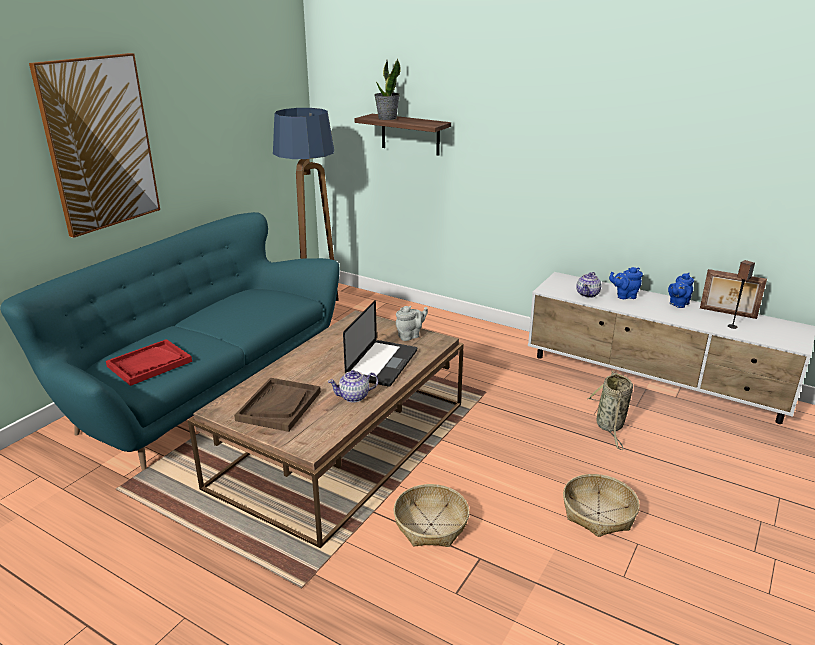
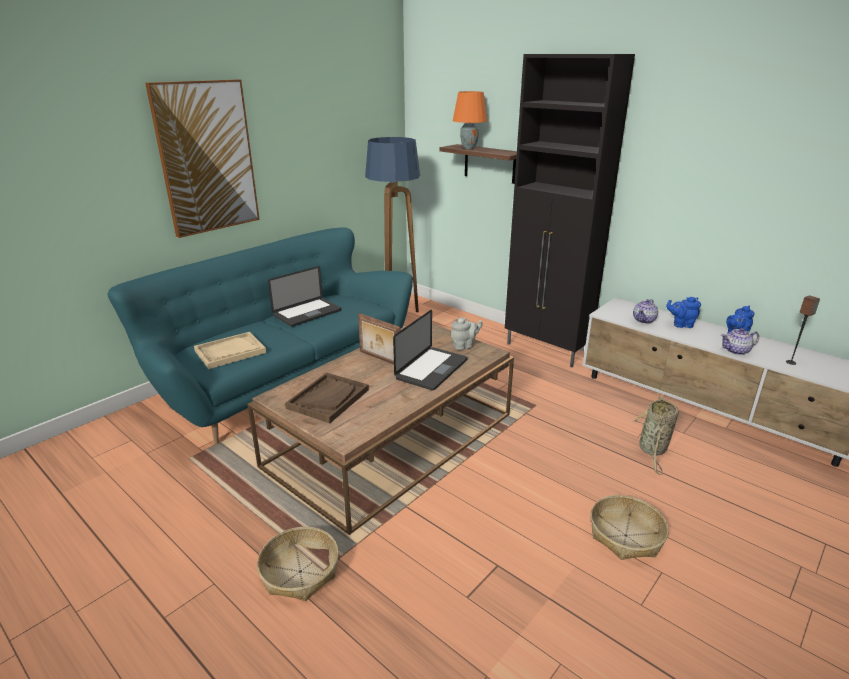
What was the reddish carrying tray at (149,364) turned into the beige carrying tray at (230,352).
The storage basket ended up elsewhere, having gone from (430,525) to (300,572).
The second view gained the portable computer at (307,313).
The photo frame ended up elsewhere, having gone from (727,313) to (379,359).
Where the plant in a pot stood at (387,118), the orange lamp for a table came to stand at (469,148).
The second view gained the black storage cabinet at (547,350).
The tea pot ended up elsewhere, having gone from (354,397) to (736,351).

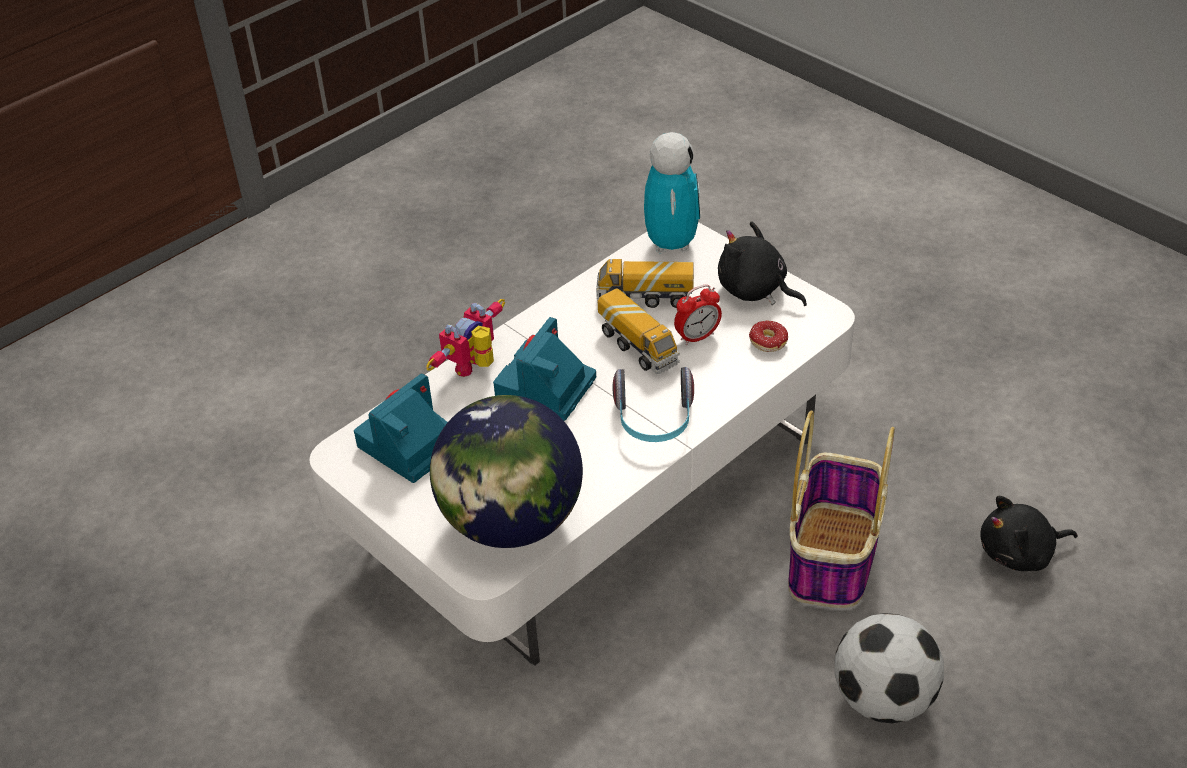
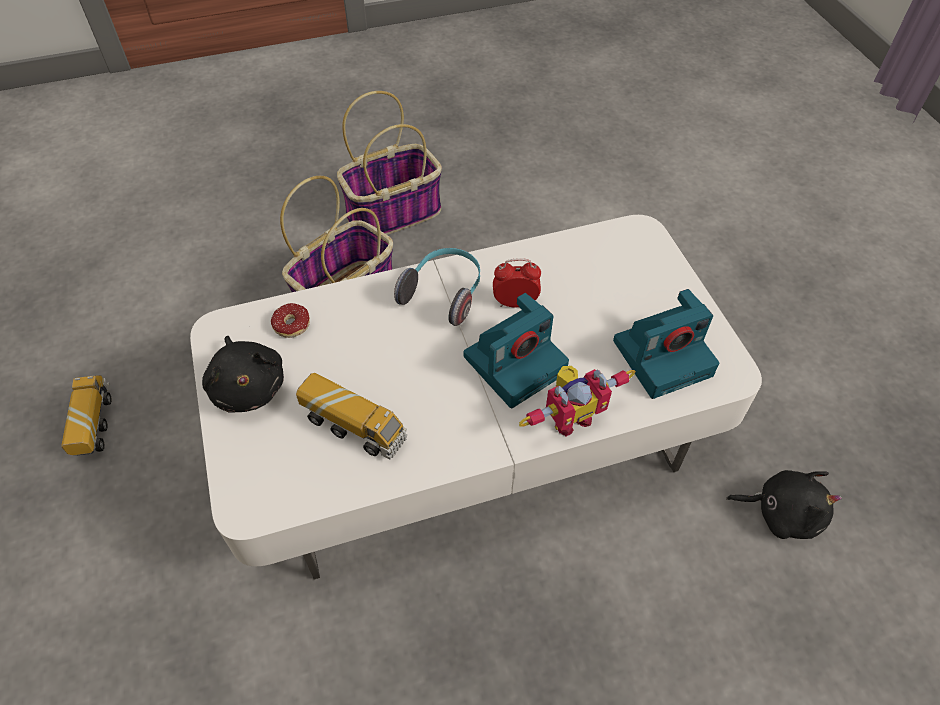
The toy truck ended up elsewhere, having gone from (638,347) to (94,424).
Where the football ball stood at (883,699), the storage basket came to stand at (394,212).
The alarm clock ended up elsewhere, having gone from (697,337) to (515,303).
The black plush toy ended up elsewhere, having gone from (1020,553) to (781,513).
The second view lost the globe at (511,522).
The second view lost the toy robot at (671,244).

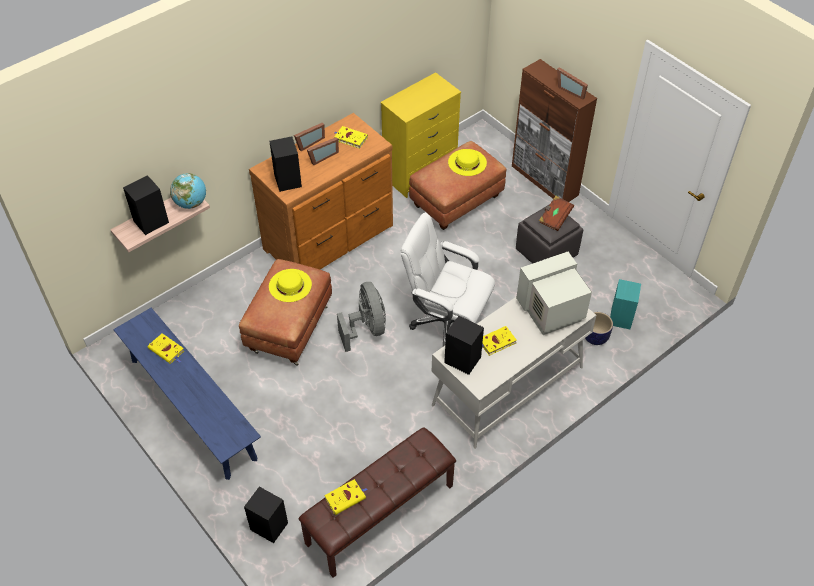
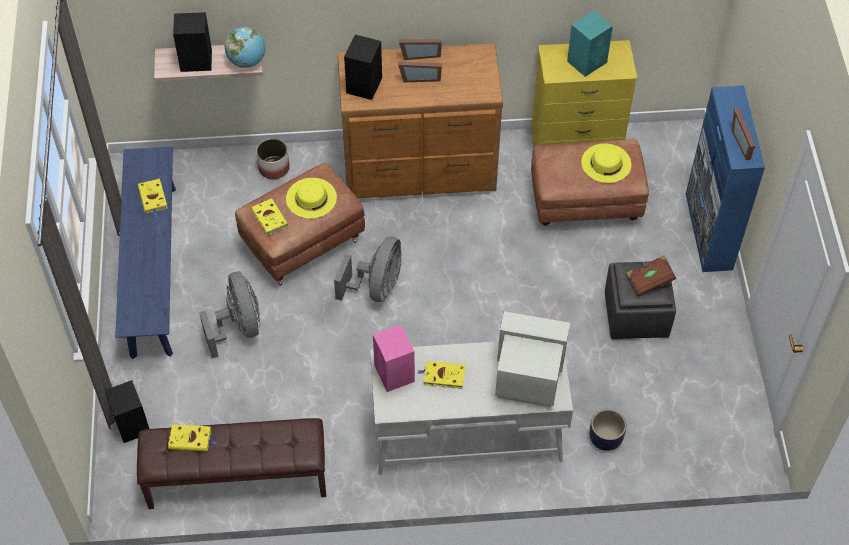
The second view gained the greyish cooling fan at (238,327).
The yellow volume ended up elsewhere, having gone from (350,138) to (269,217).
The second view gained the planter at (274,167).
What was the black speaker at (463,360) turned into the pinkish speaker at (394,374).
The turquoise speaker ended up elsewhere, having gone from (621,317) to (587,61).
What was the brown storage cabinet at (544,181) turned into the blue storage cabinet at (708,231).
The second view lost the white-coloured computer chair at (446,322).

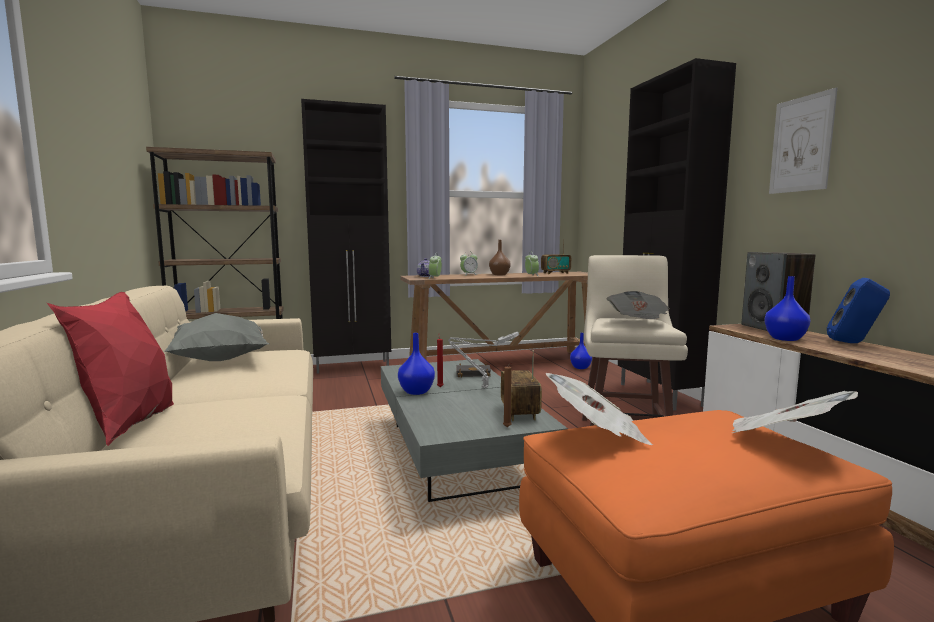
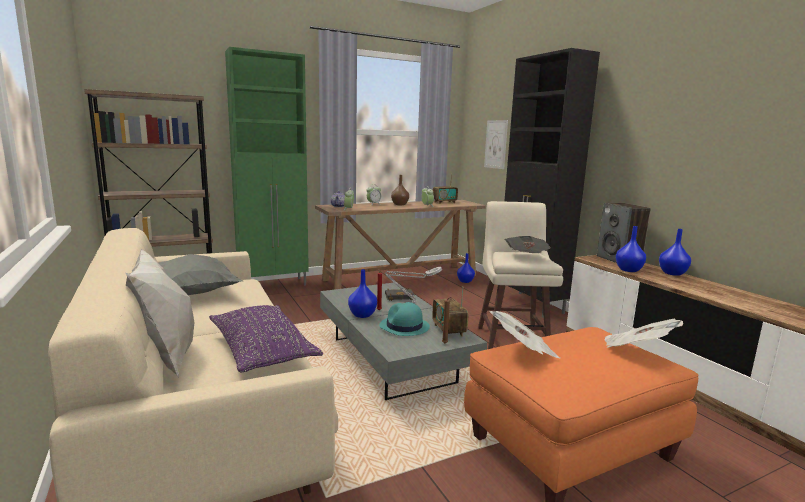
What was the reddish cushion at (128,426) turned into the white-coloured cushion at (166,359).
The second view gained the purple cushion at (262,350).
What was the black storage cabinet at (353,367) turned into the green storage cabinet at (274,285).
The second view gained the turquoise wearable hat at (404,327).
The picture ended up elsewhere, having gone from (801,144) to (495,144).
Where the blue speaker stood at (854,343), the blue decorative vase came to stand at (673,273).

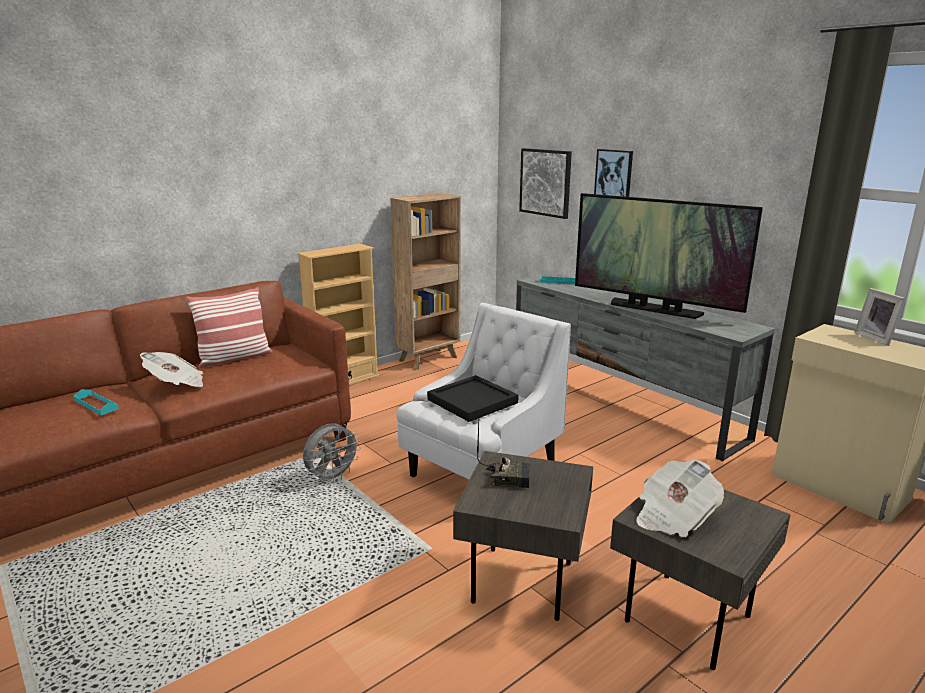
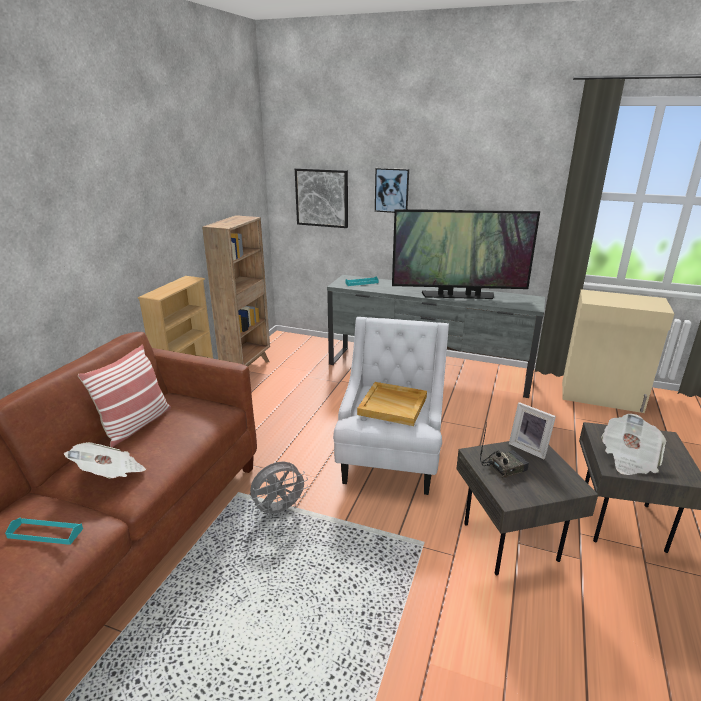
The greyish cooling fan at (332,478) ended up facing another way, 45 degrees clockwise from before.
What was the black carrying tray at (473,401) turned into the beige carrying tray at (393,405).
The photo frame ended up elsewhere, having gone from (876,338) to (529,448).

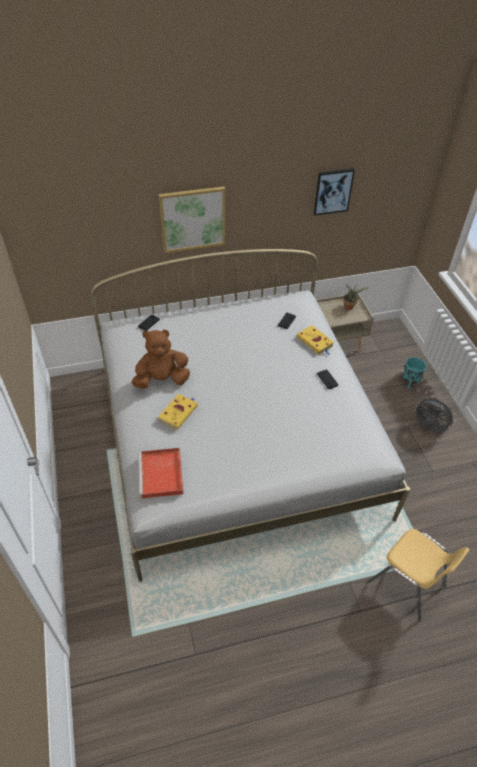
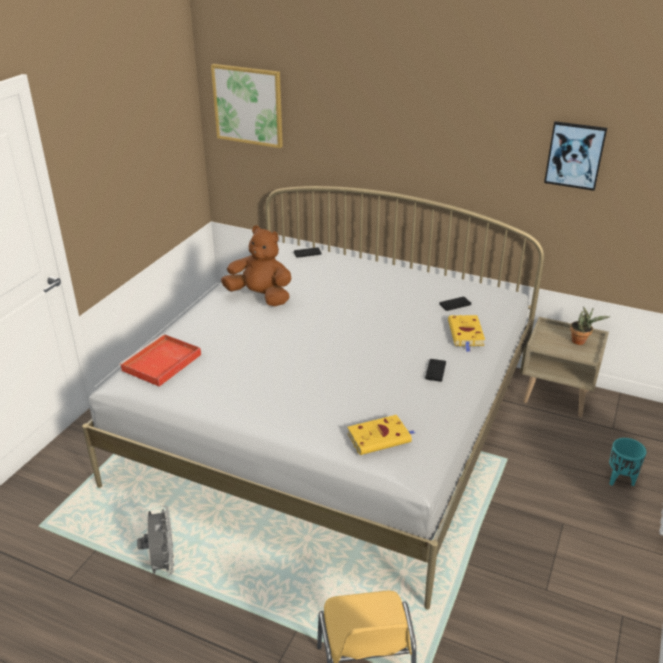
The greyish cooling fan ended up elsewhere, having gone from (428,427) to (162,564).
The picture ended up elsewhere, having gone from (193,219) to (248,105).
The yellow volume ended up elsewhere, having gone from (178,412) to (380,438).

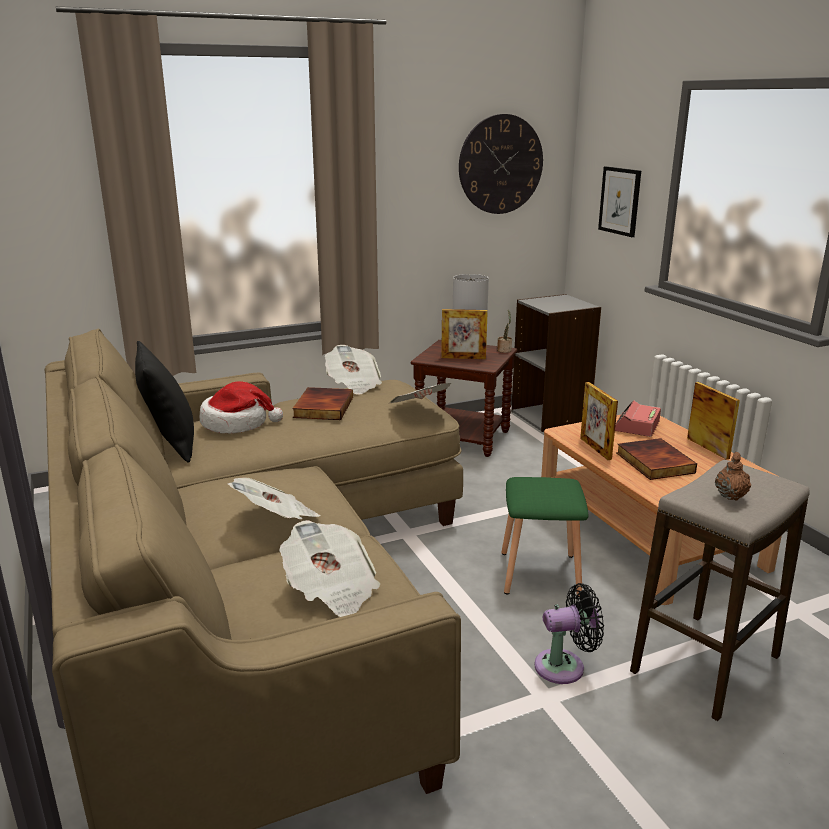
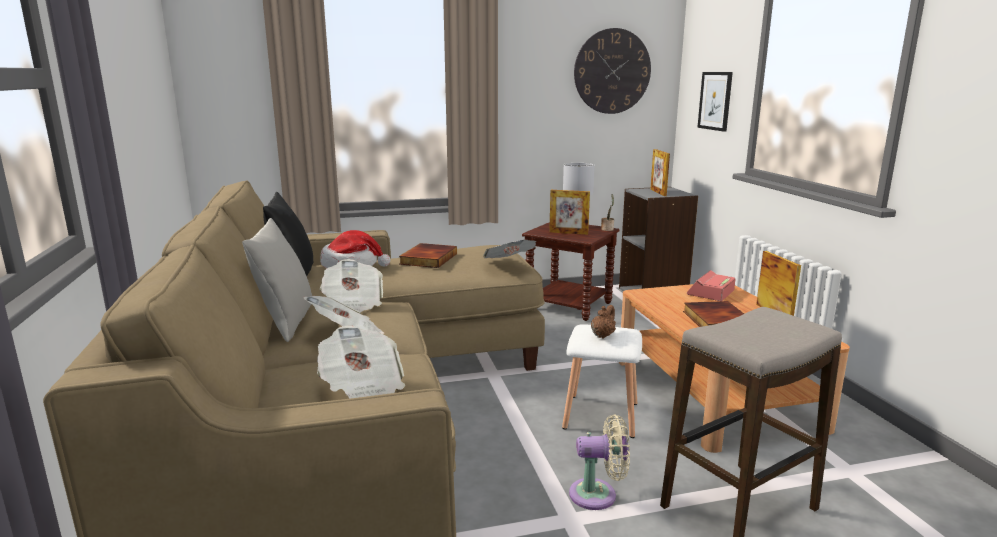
The second view gained the greyish cushion at (285,322).
The printed paper ended up elsewhere, having gone from (353,384) to (353,304).
What was the green stool at (539,573) turned into the white-coloured stool at (600,414).
What was the black cooling fan at (565,666) turned into the beige cooling fan at (598,495).
The brown tea pot ended up elsewhere, having gone from (730,495) to (602,335).
The photo frame ended up elsewhere, having gone from (595,448) to (658,192).

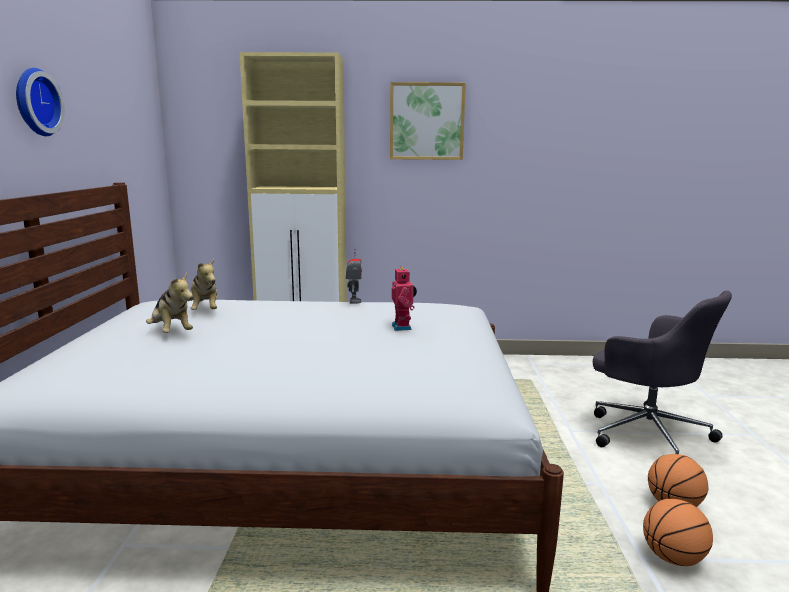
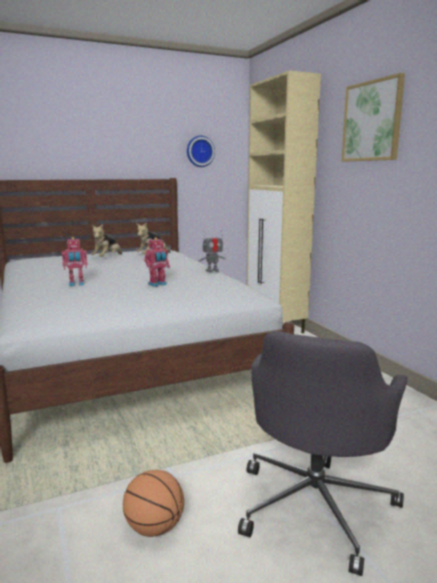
The second view gained the toy robot at (76,284).
The wall clock ended up elsewhere, having gone from (34,102) to (199,151).
The second view lost the basketball at (673,558).

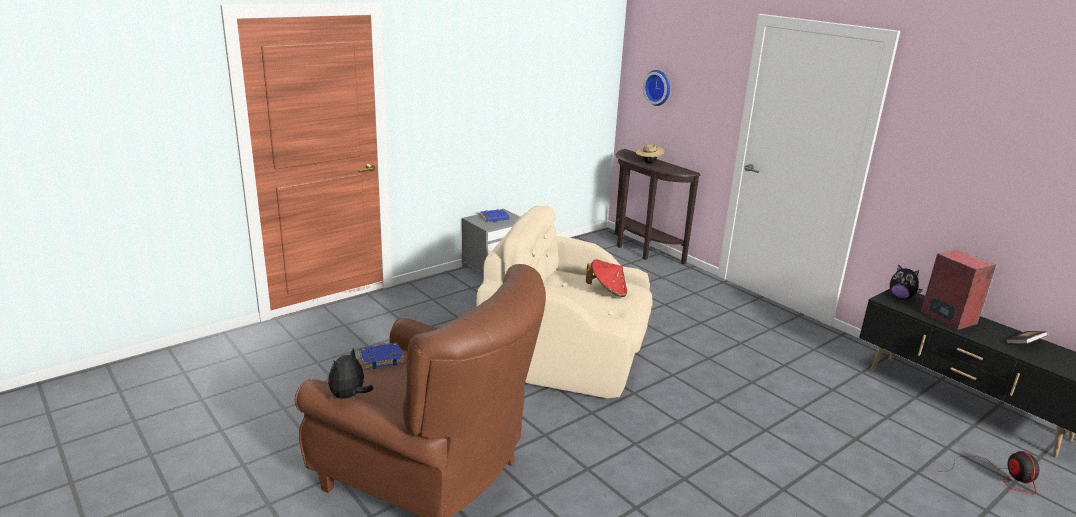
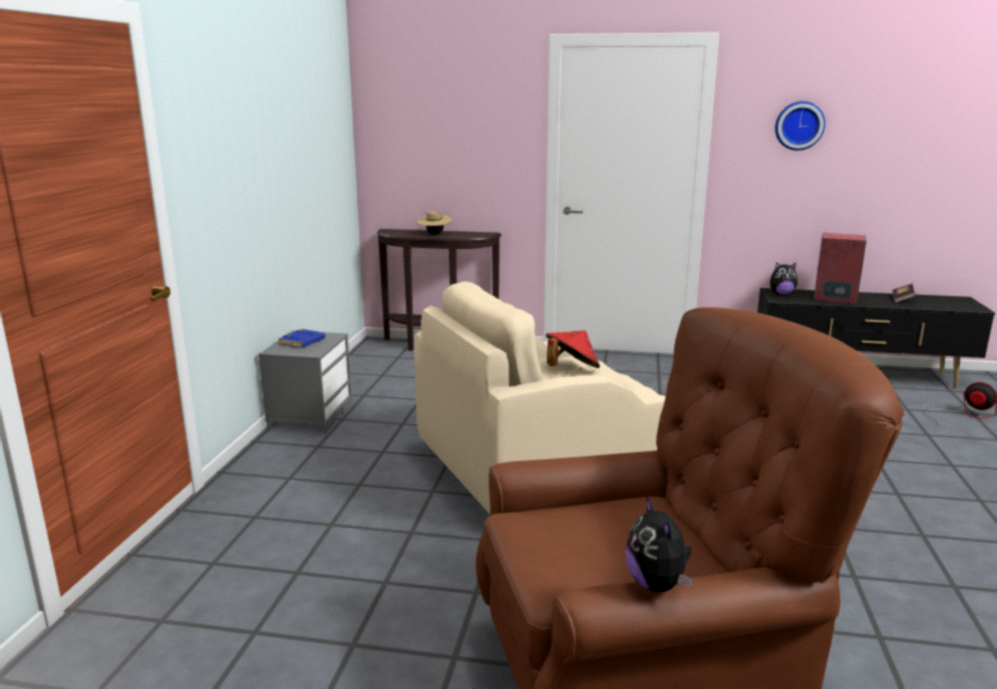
The wall clock ended up elsewhere, having gone from (658,87) to (799,125).
The second view lost the blue volume at (382,358).

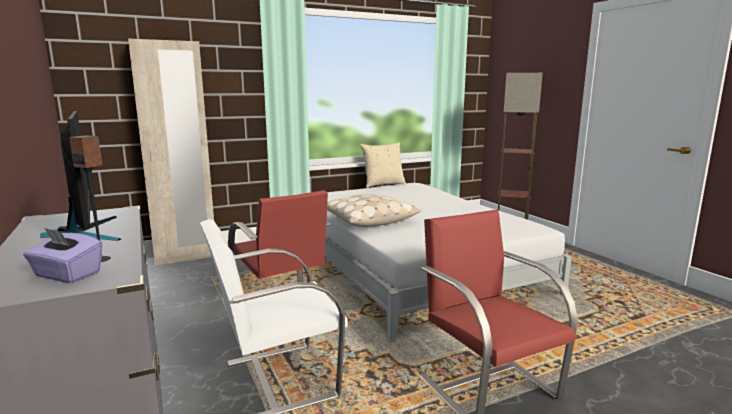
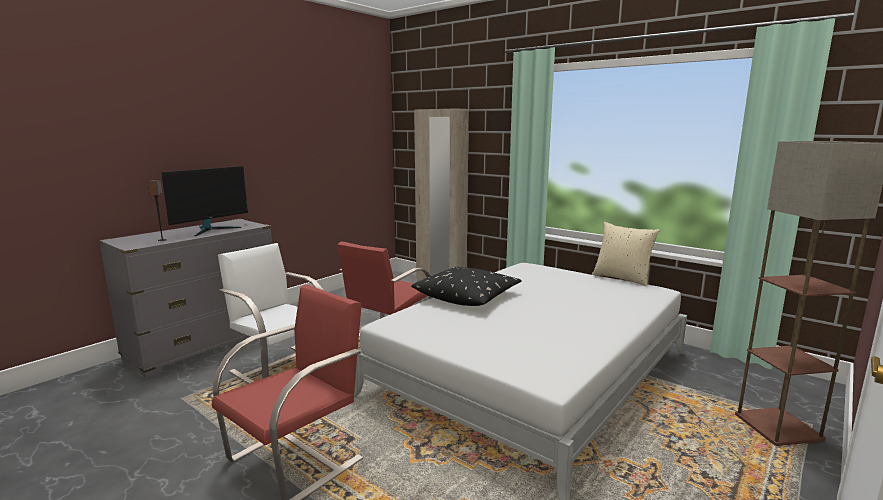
What was the beige cushion at (367,220) turned into the black cushion at (467,296).
The second view lost the purple box of tissues at (67,275).

